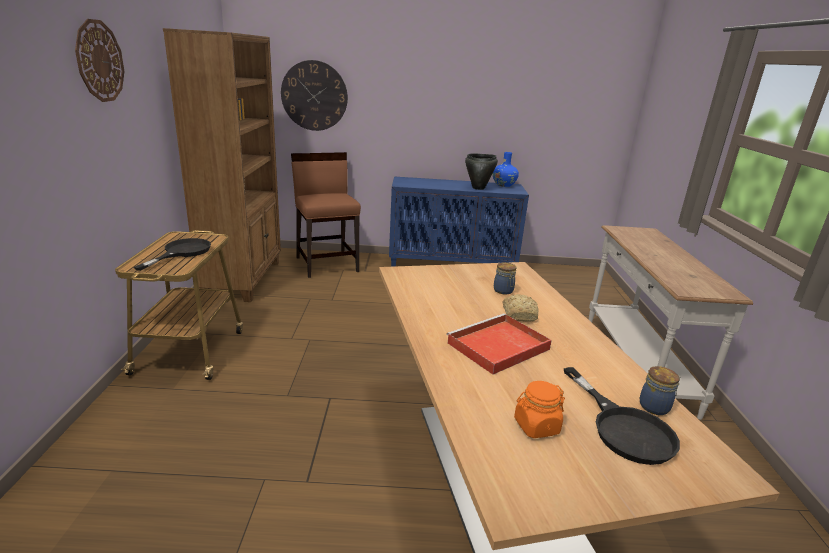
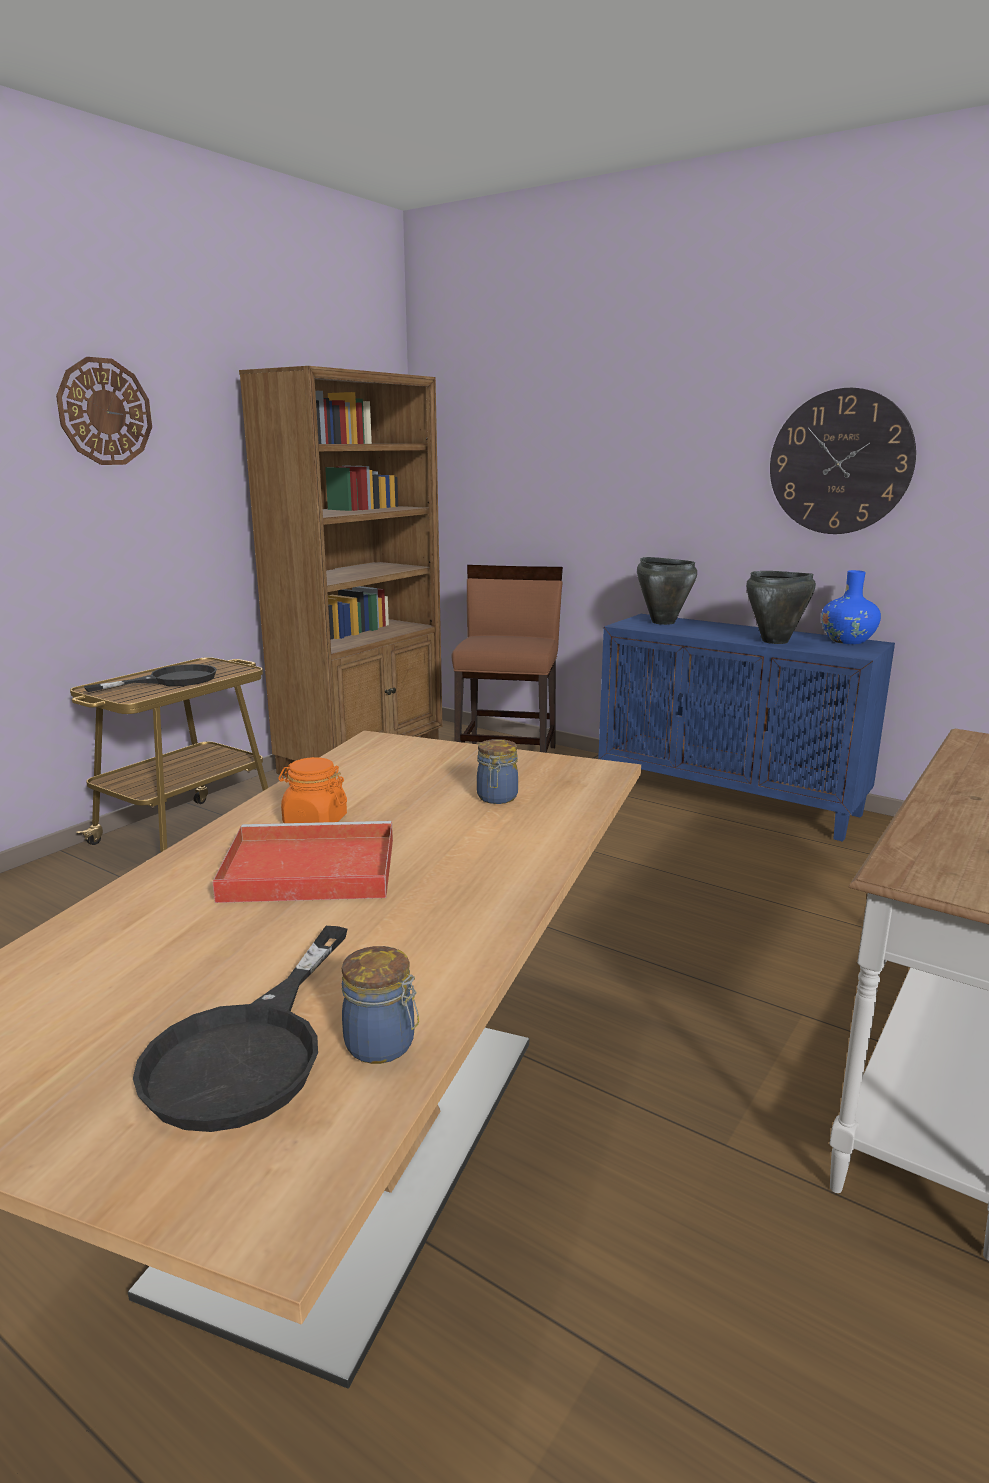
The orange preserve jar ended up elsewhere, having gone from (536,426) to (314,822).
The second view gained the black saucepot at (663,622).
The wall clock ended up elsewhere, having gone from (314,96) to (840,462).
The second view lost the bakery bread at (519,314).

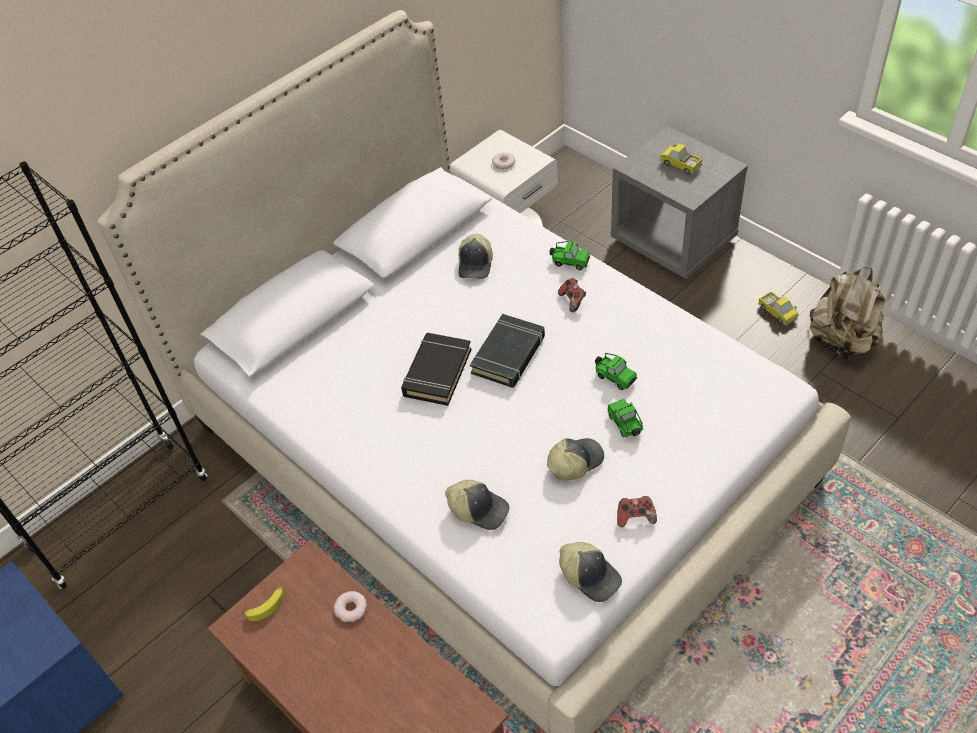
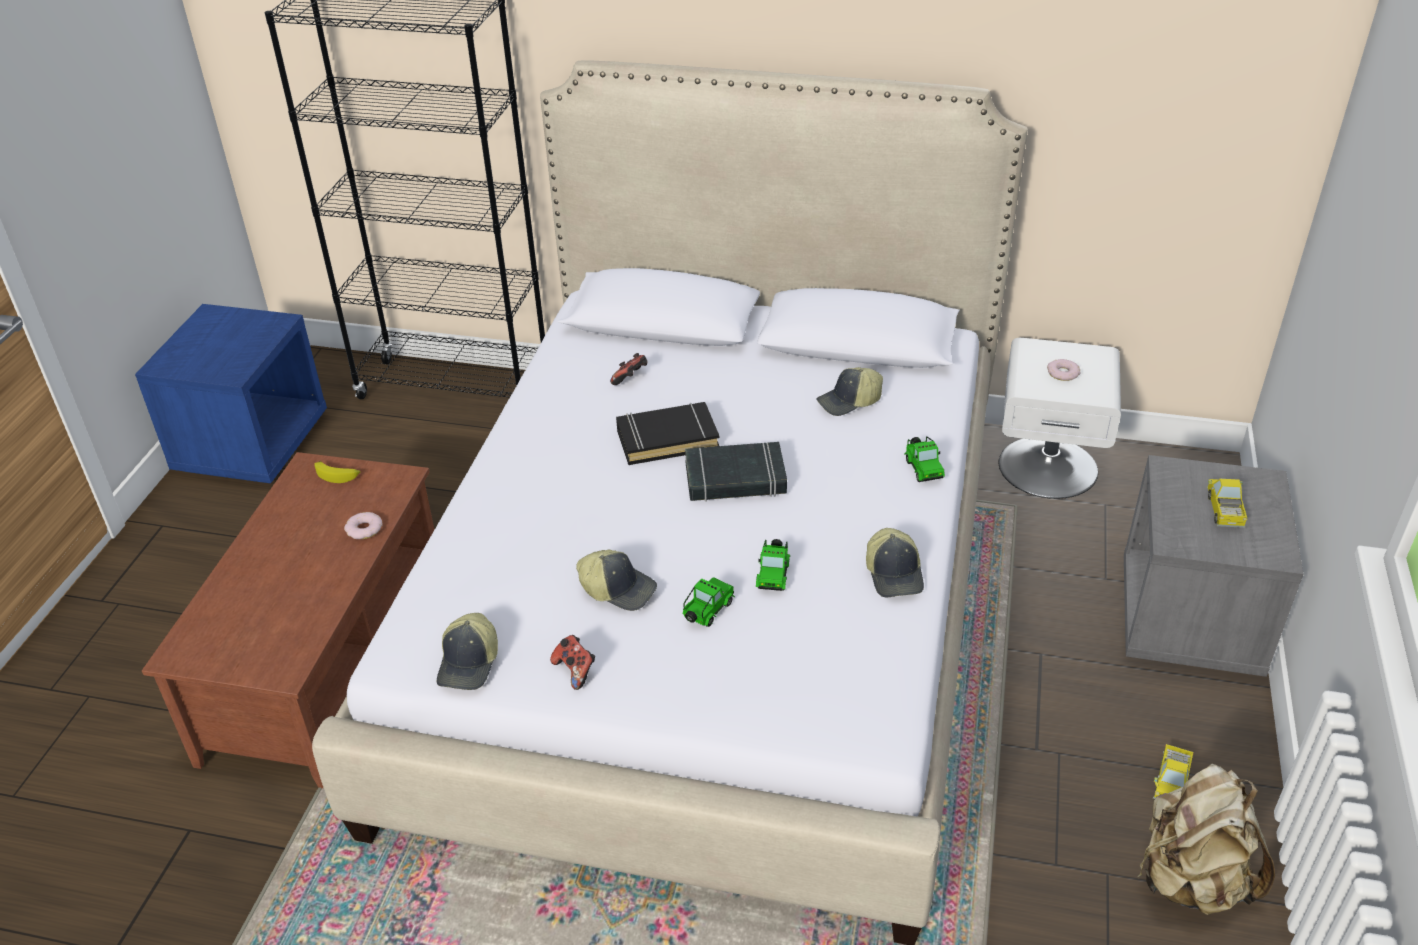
The joypad ended up elsewhere, having gone from (572,300) to (631,379).
The peaked cap ended up elsewhere, having gone from (479,509) to (895,574).

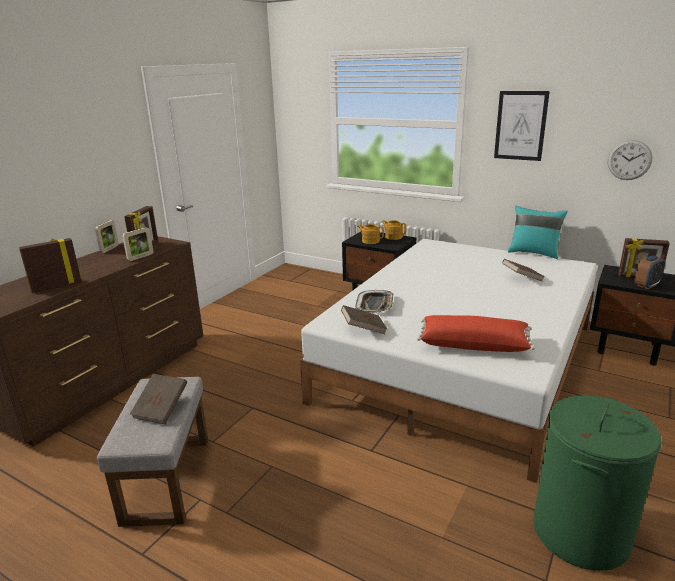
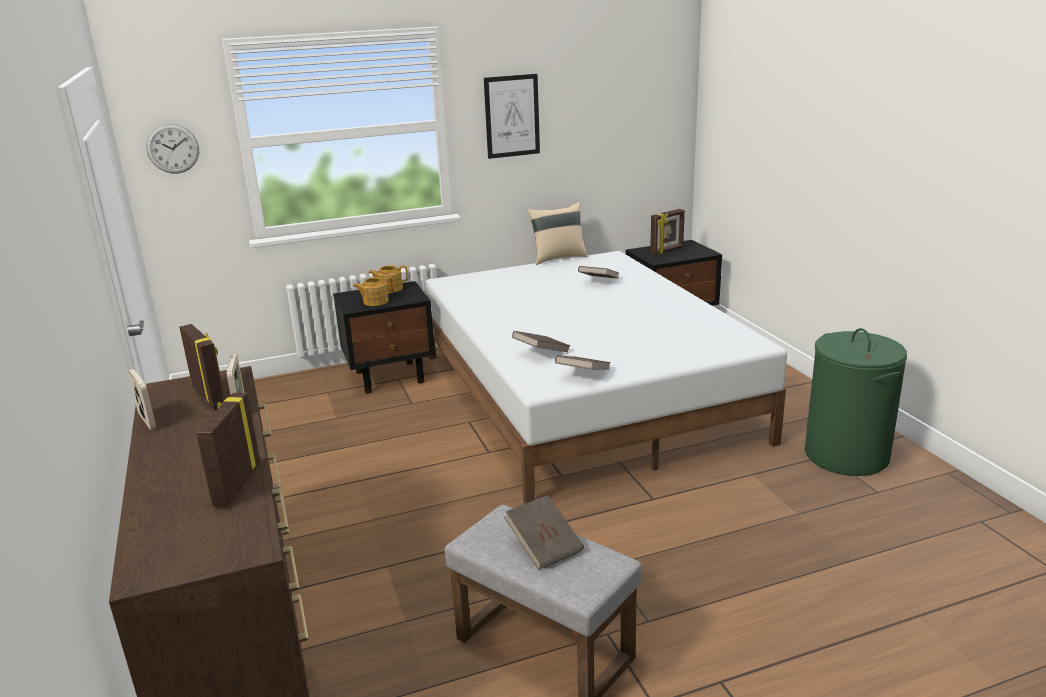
The wall clock ended up elsewhere, having gone from (629,160) to (173,148).
Where the carrying tray stood at (375,305), the brown volume came to stand at (541,353).
What was the turquoise cushion at (533,253) turned into the beige cushion at (558,258).
The second view lost the reddish cushion at (473,344).
The second view lost the alarm clock at (646,285).

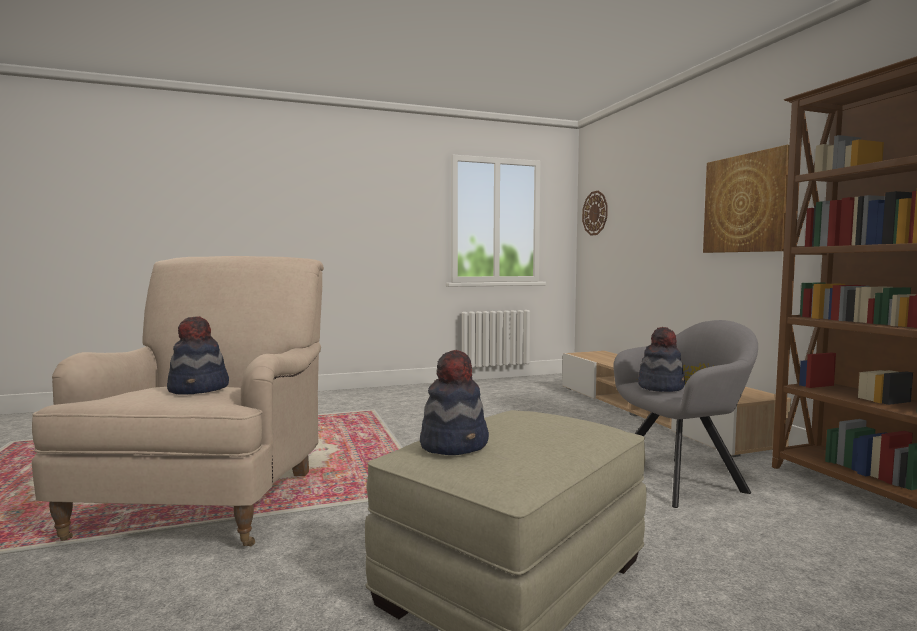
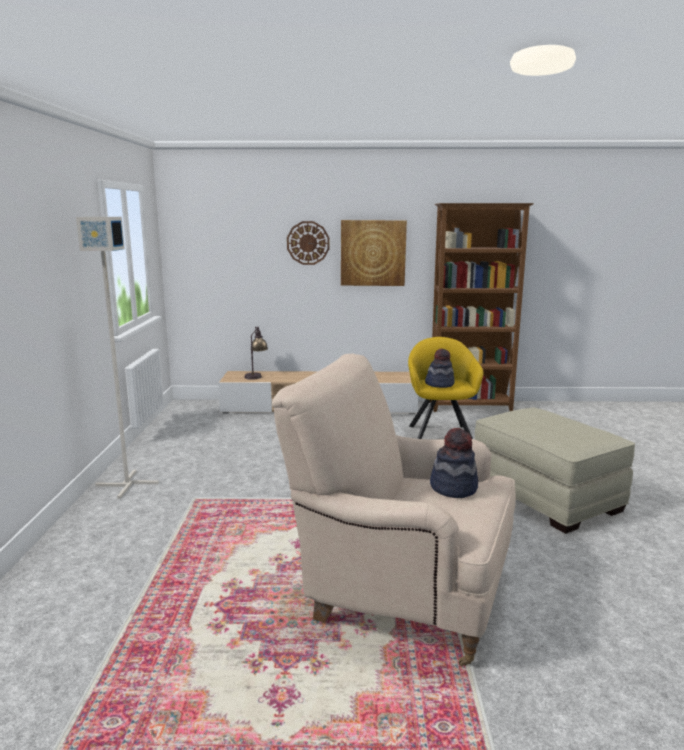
The second view gained the greyish standard lamp at (126,484).
The second view gained the lamp for a table at (256,375).
The wall clock ended up elsewhere, having gone from (595,213) to (308,243).
What was the greyish lounge chair at (682,479) turned into the yellow lounge chair at (440,433).
The second view lost the wearable hat at (455,444).

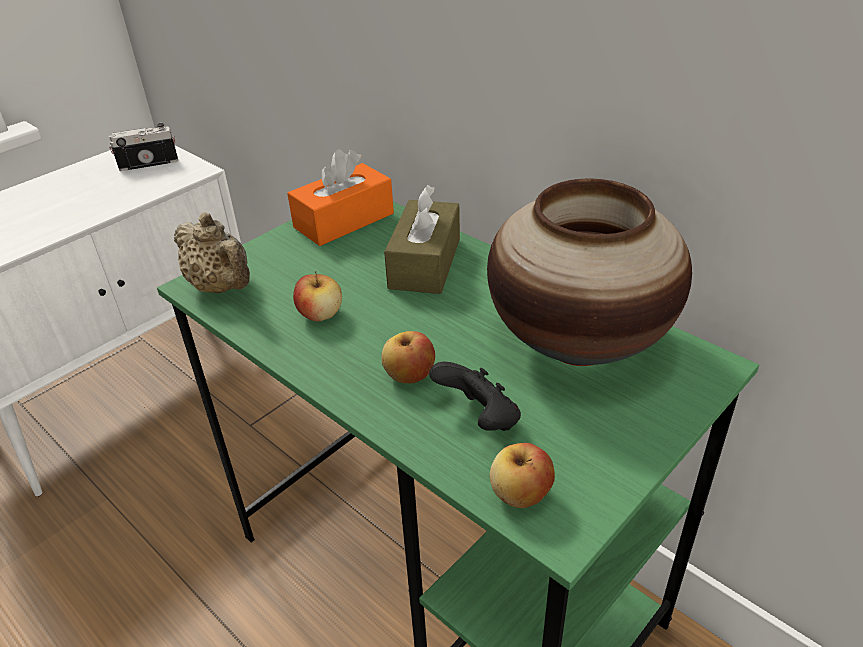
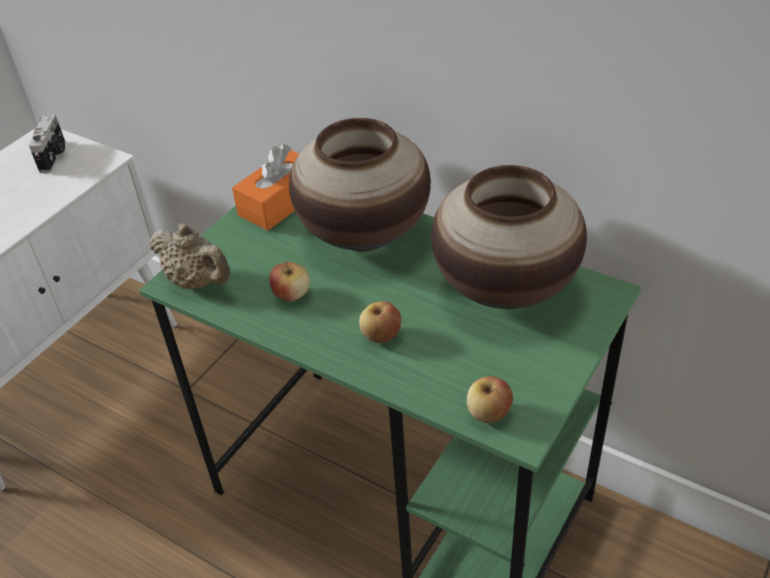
The photo camera at (148,163) ended up facing another way, 120 degrees clockwise from before.
Where the brown box of tissues stood at (425,263), the decorative vase came to stand at (364,235).
The second view lost the black joypad at (479,419).

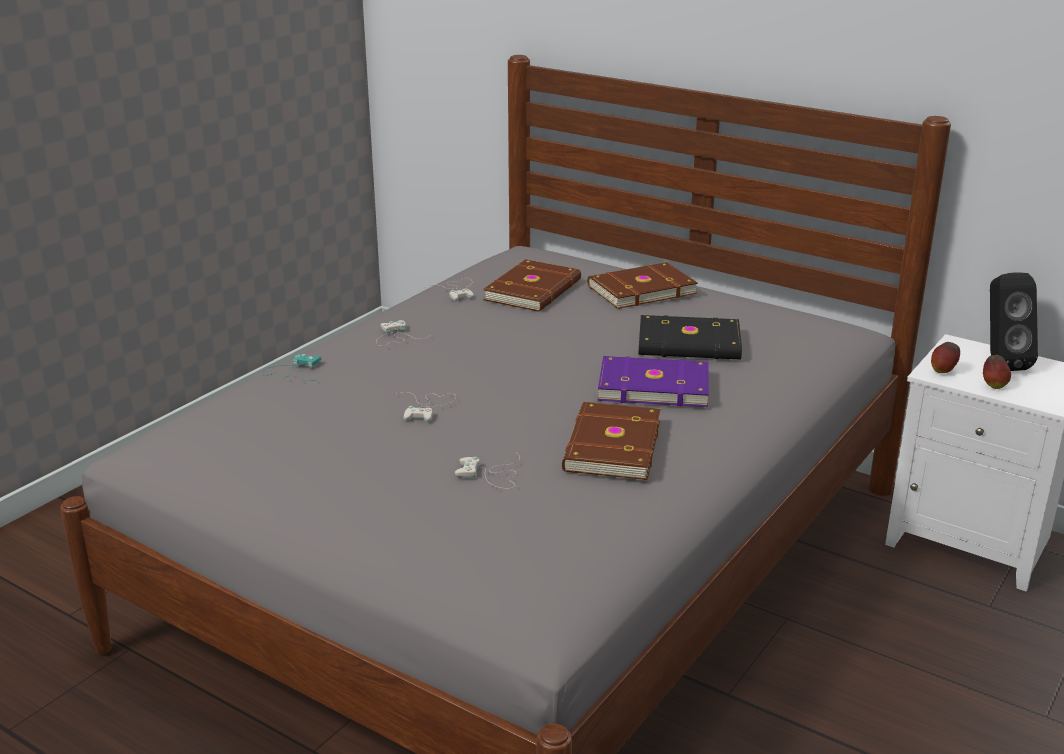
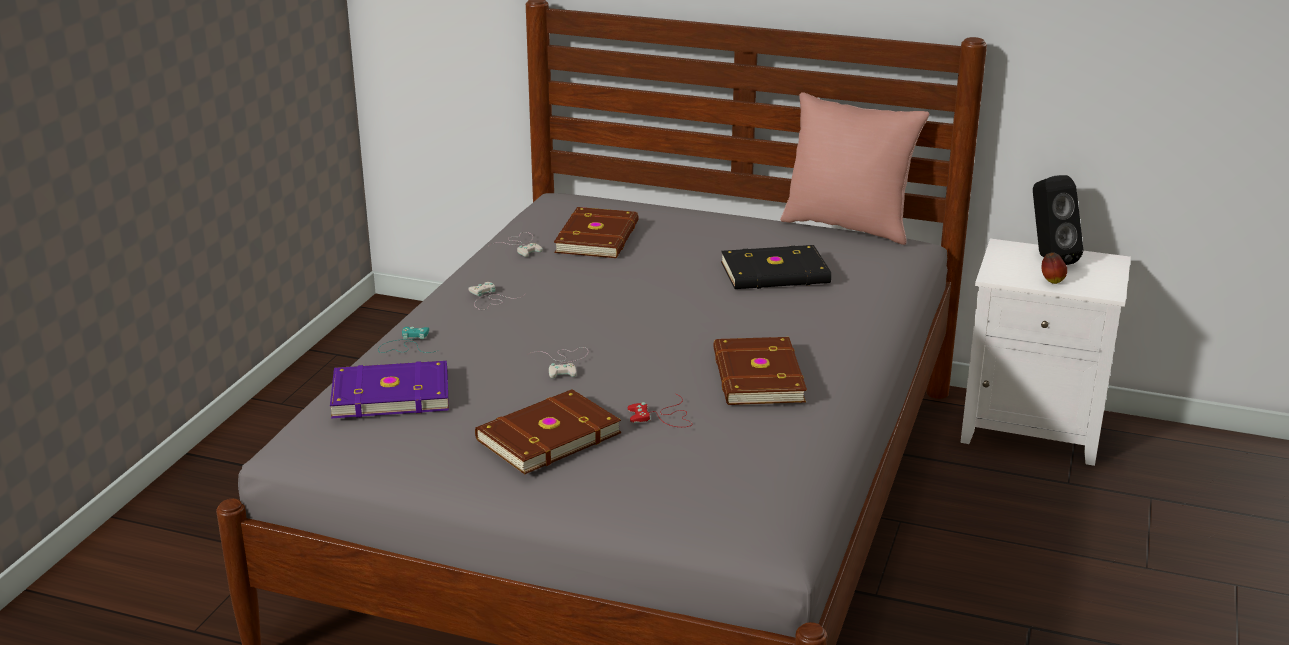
The purple volume ended up elsewhere, having gone from (653,385) to (390,393).
The brown volume ended up elsewhere, having gone from (640,289) to (546,436).
What was the white-coloured joypad at (491,475) turned into the reddish joypad at (663,417).
The second view gained the pinkish cushion at (848,226).
The second view lost the whole apple at (943,372).

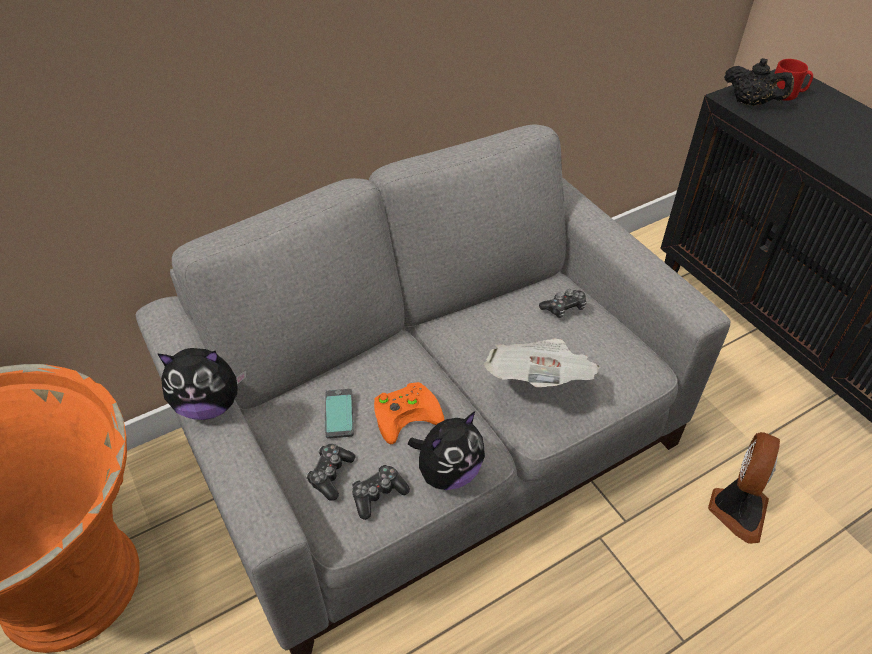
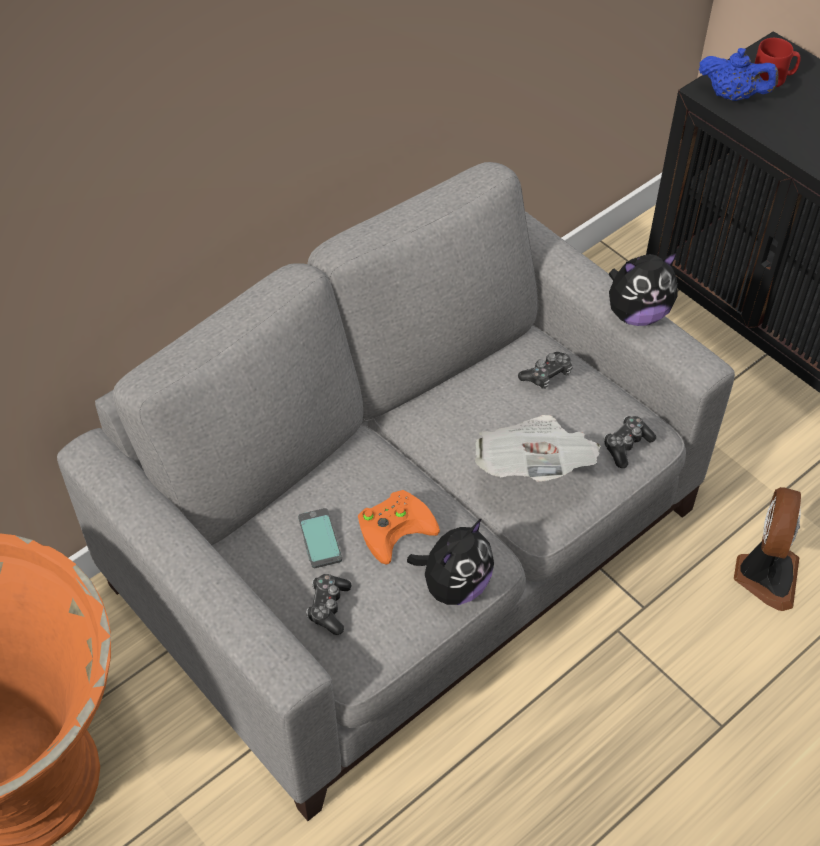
The joypad ended up elsewhere, having gone from (378,494) to (626,445).
The plush toy ended up elsewhere, having gone from (209,405) to (637,314).
What was the black tea pot at (751,103) turned into the blue tea pot at (732,96).

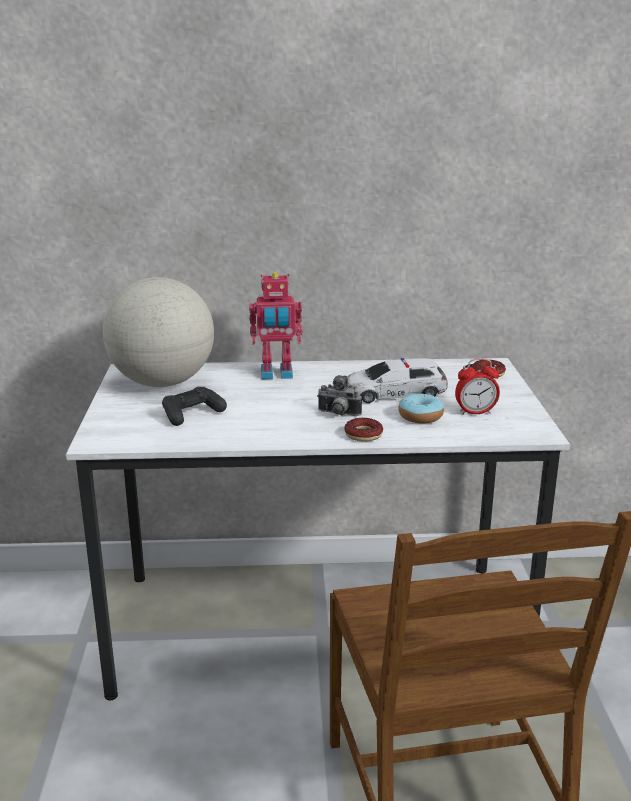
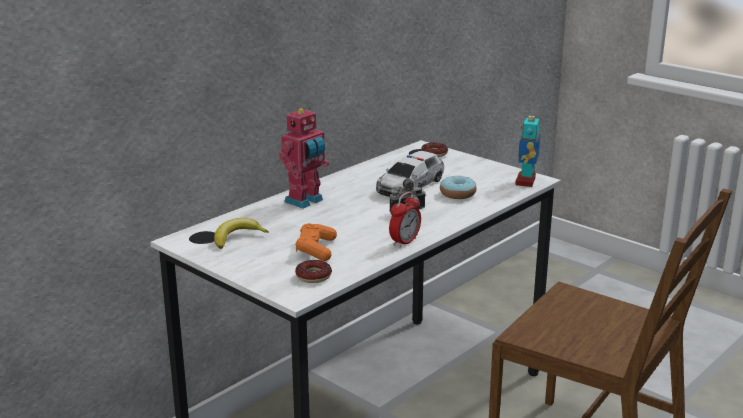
Where the globe stood at (163,383), the banana came to stand at (237,238).
What was the black joypad at (192,414) turned into the orange joypad at (316,249).
The donut ended up elsewhere, having gone from (363,434) to (313,276).
The alarm clock ended up elsewhere, having gone from (475,412) to (404,242).
The second view gained the toy robot at (526,181).

